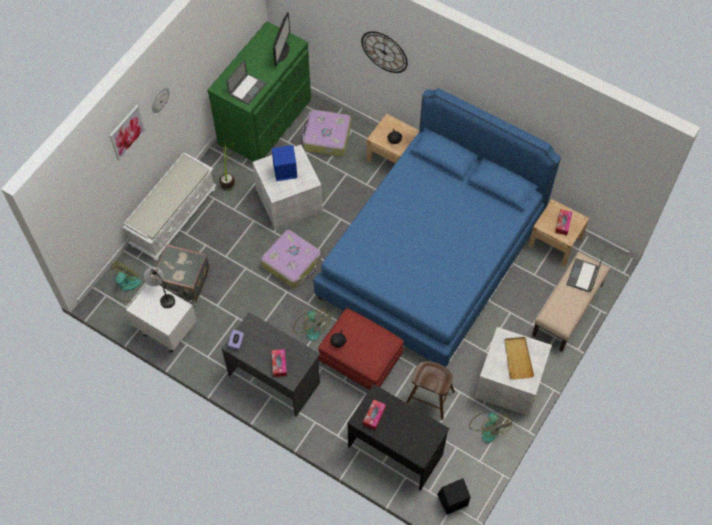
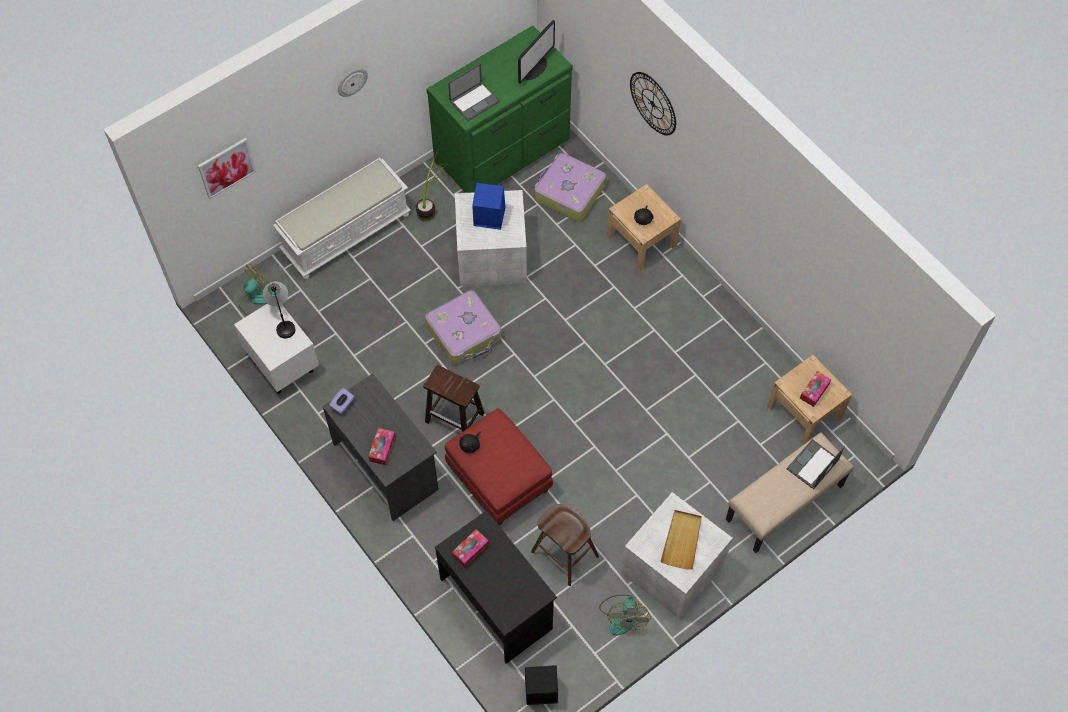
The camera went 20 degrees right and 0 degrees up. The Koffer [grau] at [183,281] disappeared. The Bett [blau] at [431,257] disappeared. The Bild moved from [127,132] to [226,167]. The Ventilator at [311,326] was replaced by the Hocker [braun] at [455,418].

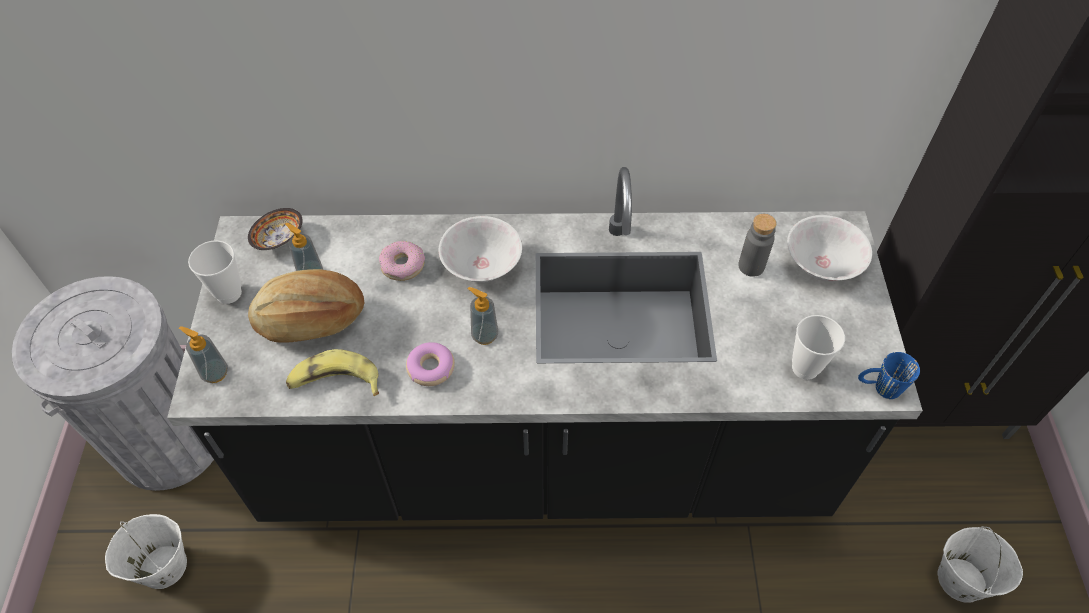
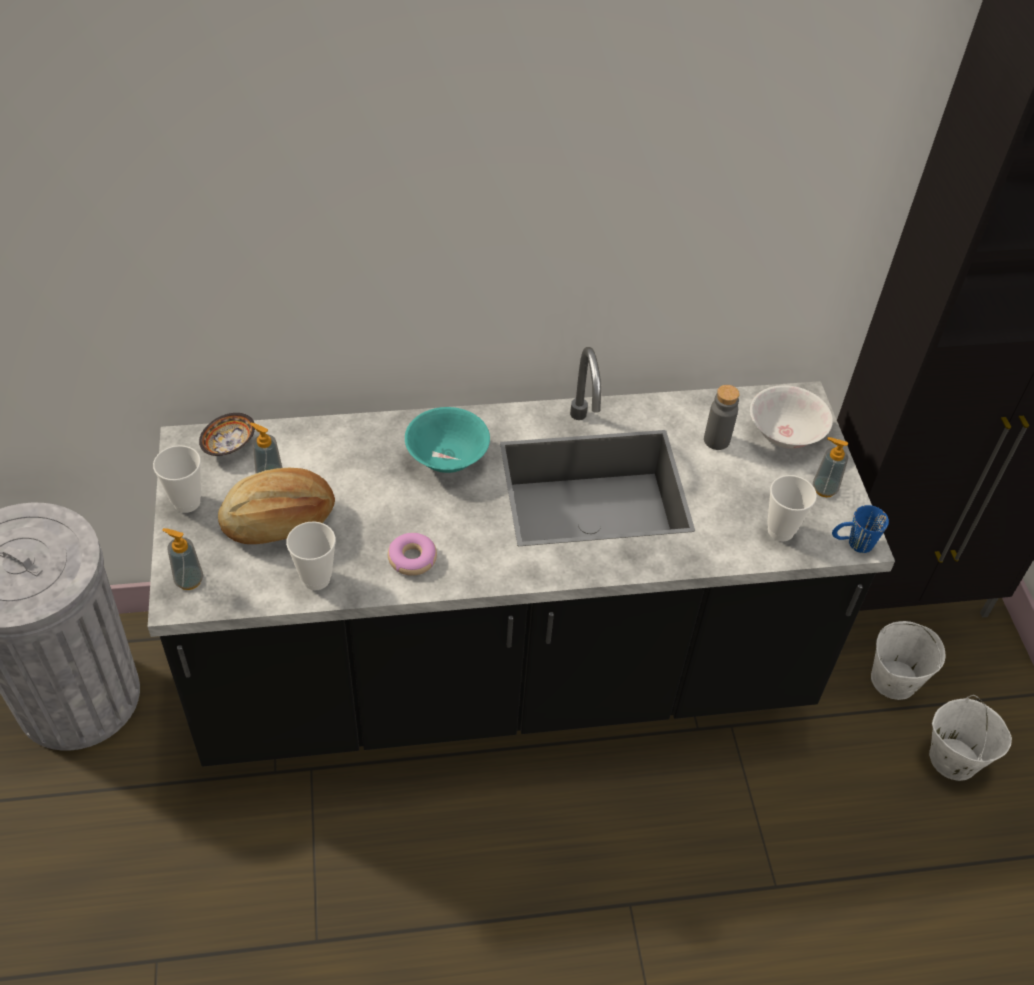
The camera went 10 degrees left and 5 degrees down. The Donut at [403,265] disappeared. The Eimer [weiß] moved from [163,567] to [893,680]. The Seifenspender moved from [484,335] to [824,489]. The Banane at [335,382] was replaced by the Tasse at [316,579]. The Schüssel [weiß] at [482,266] became the Schüssel [türkis] at [447,458].

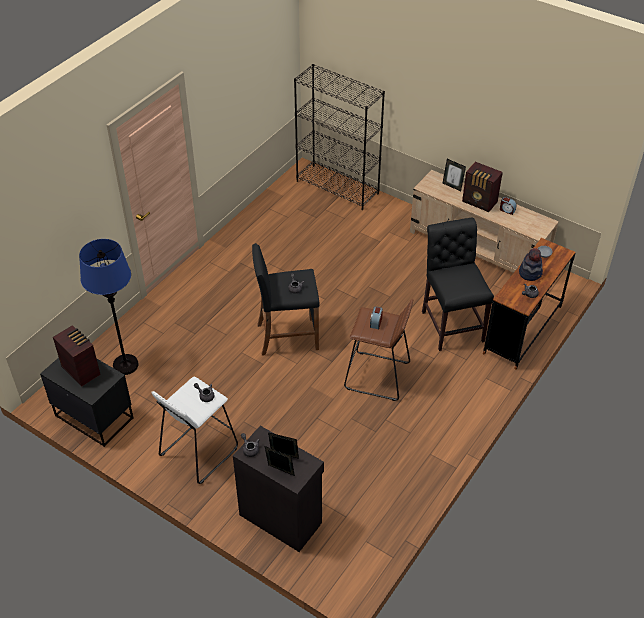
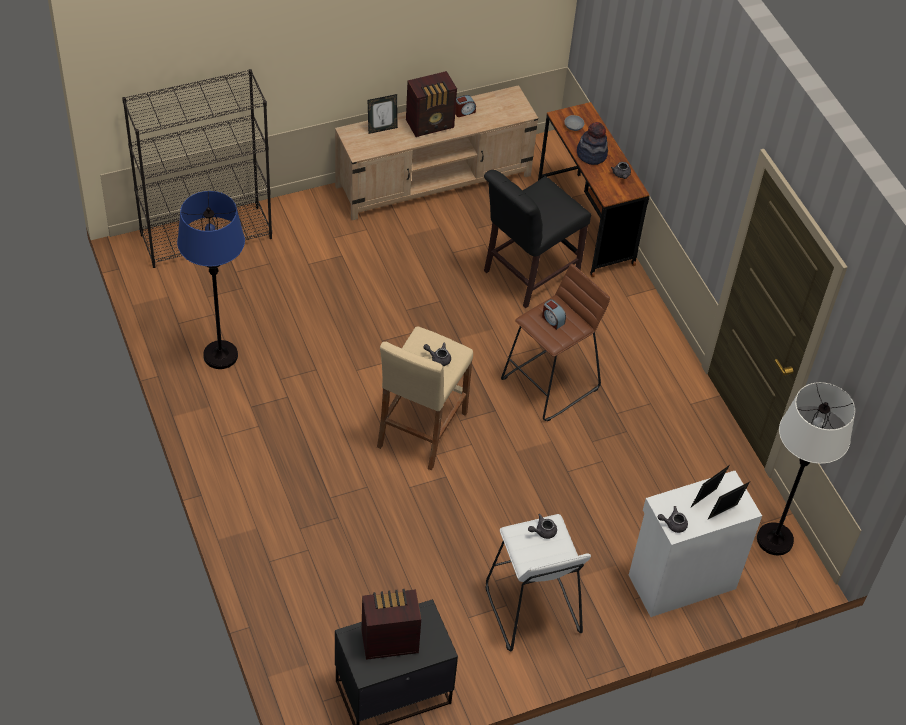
The camera went 60 degrees left and 5 degrees up. The Stehlampe [weiß] at [775,540] appeared. The Stehlampe [blau] moved from [125,365] to [221,356]. The Schrank [schwarz] at [281,517] became the Schrank [weiß] at [680,580]. The Hocker [schwarz] at [287,336] became the Hocker [beige] at [421,429]. The Stuhl [schwarz] at [451,323] turned 60 degrees counterclockwise.

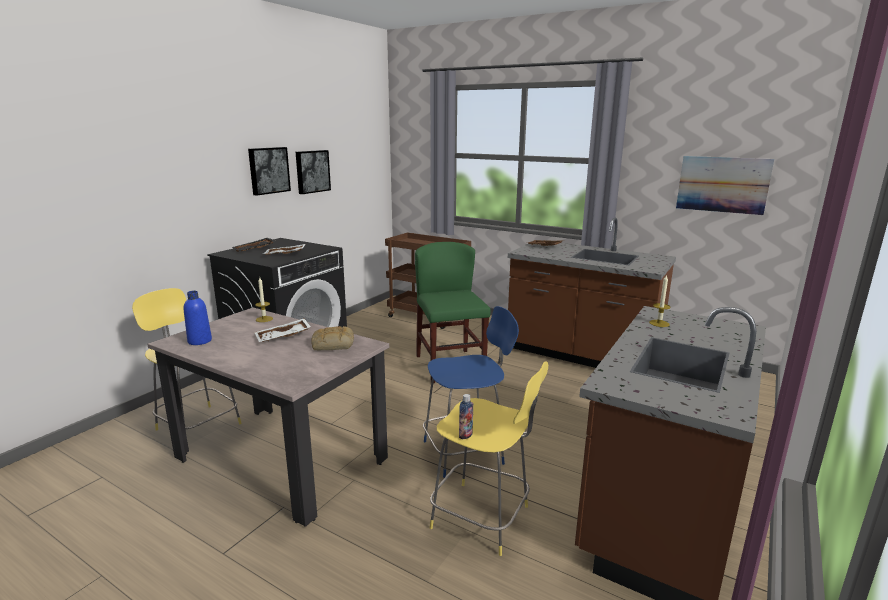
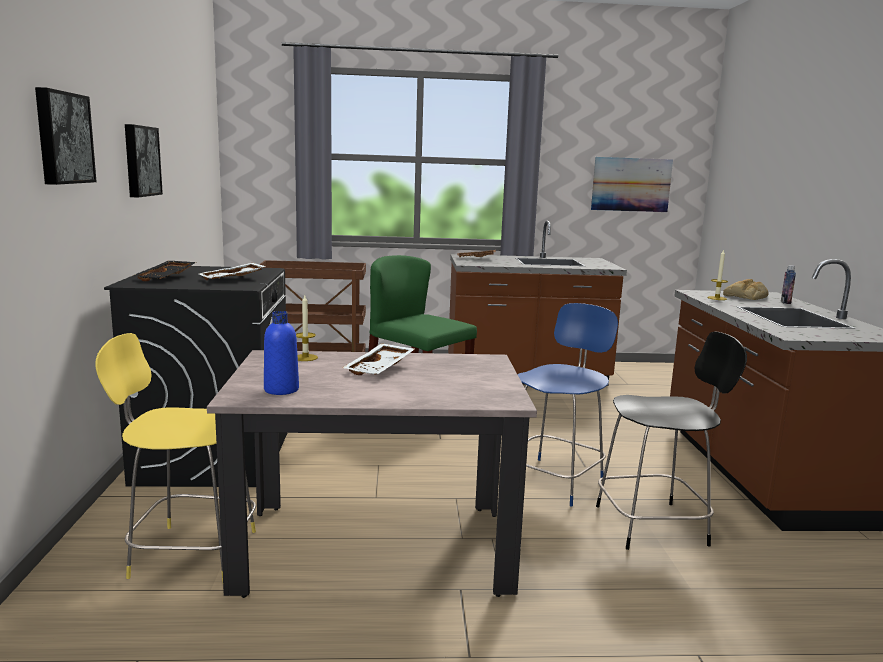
The camera went 35 degrees left and 5 degrees down. The Bild moved from [312,171] to [62,138]. The Brot moved from [332,344] to [745,297]. The Flasche moved from [465,435] to [785,302]. The Hocker [gelb] at [483,518] became the Hocker [schwarz] at [654,525].

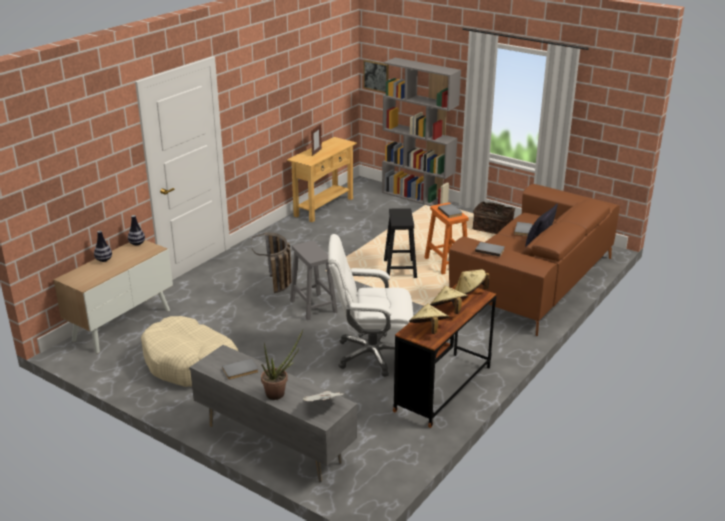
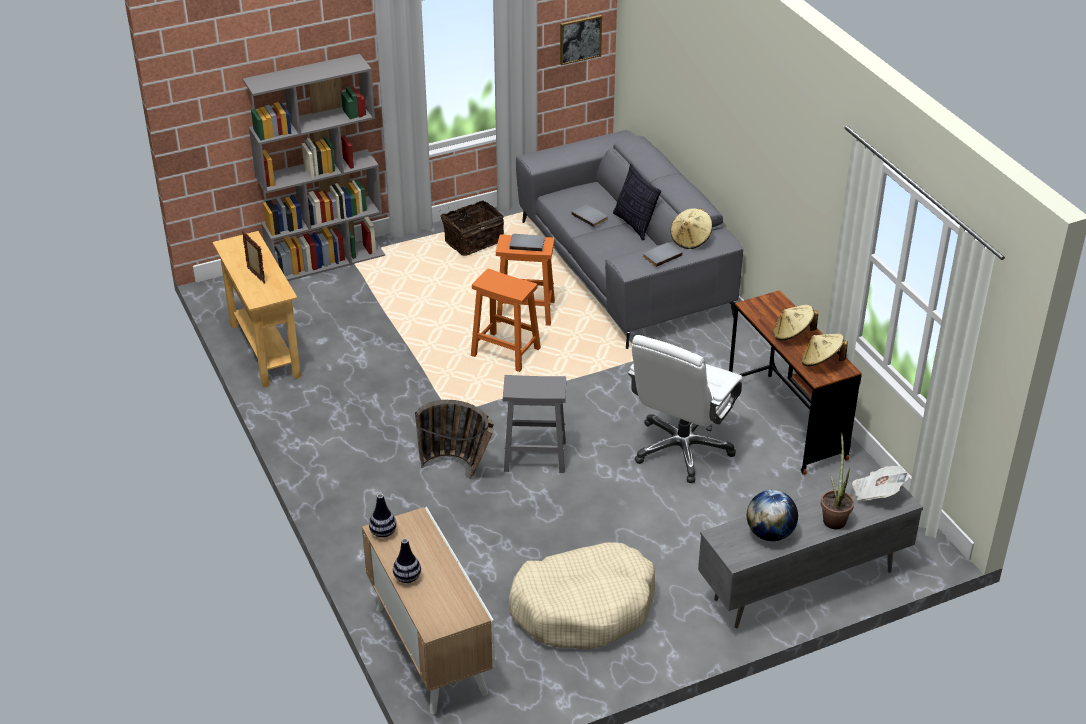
The camera went 60 degrees left and 10 degrees up. The Bild moved from [376,76] to [580,39]. The Hut [beige] moved from [469,293] to [690,239]. The Buch [grau] at [240,371] was replaced by the Globus at [770,534]. The Hocker [schwarz] at [400,269] became the Hocker [orange] at [507,352]. The Sofa [braun] at [533,281] became the Sofa [grau] at [623,268].

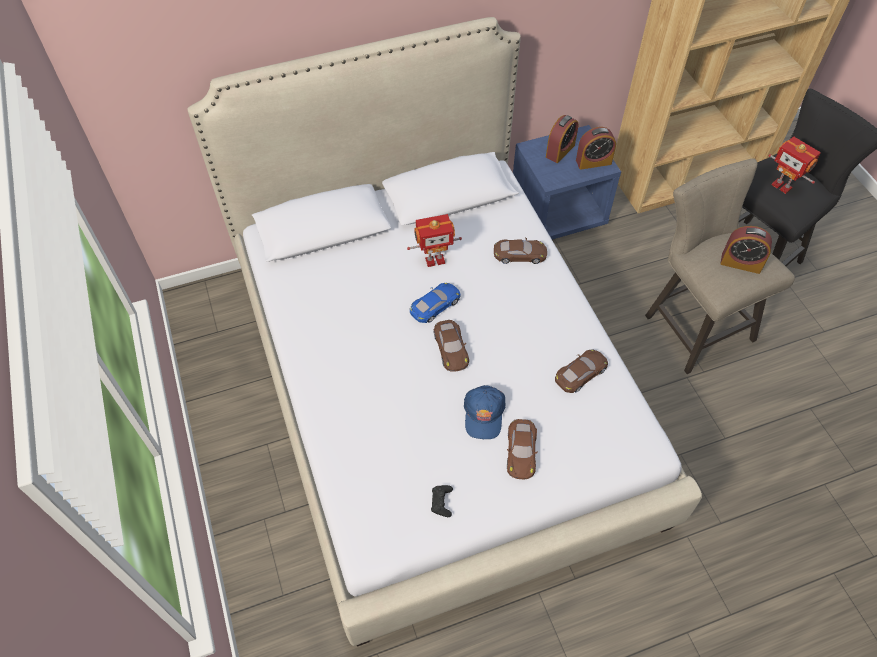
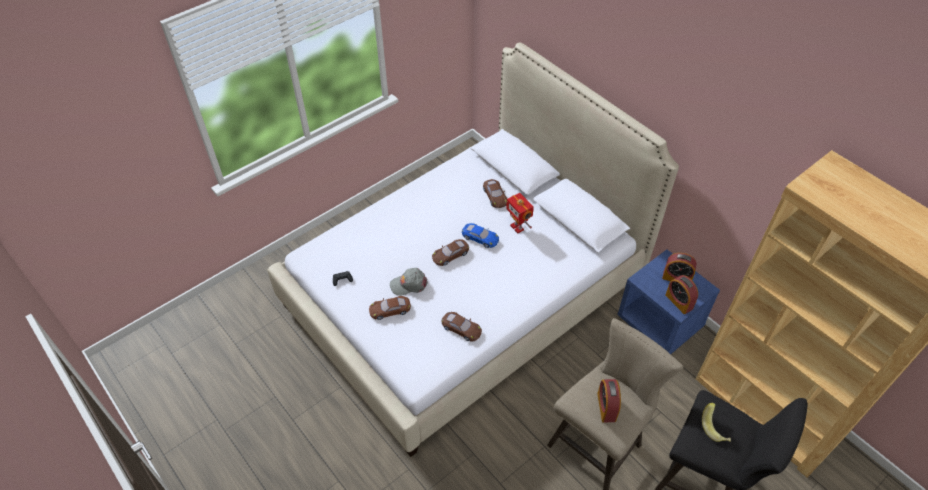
The camera went 70 degrees right and 5 degrees down. The Spielzeugauto [braun] moved from [519,254] to [495,196]. The Spielzeugroboter at [782,186] was replaced by the Banane at [715,428]. The Kappe [blau] at [484,414] became the Kappe [grau] at [409,284].

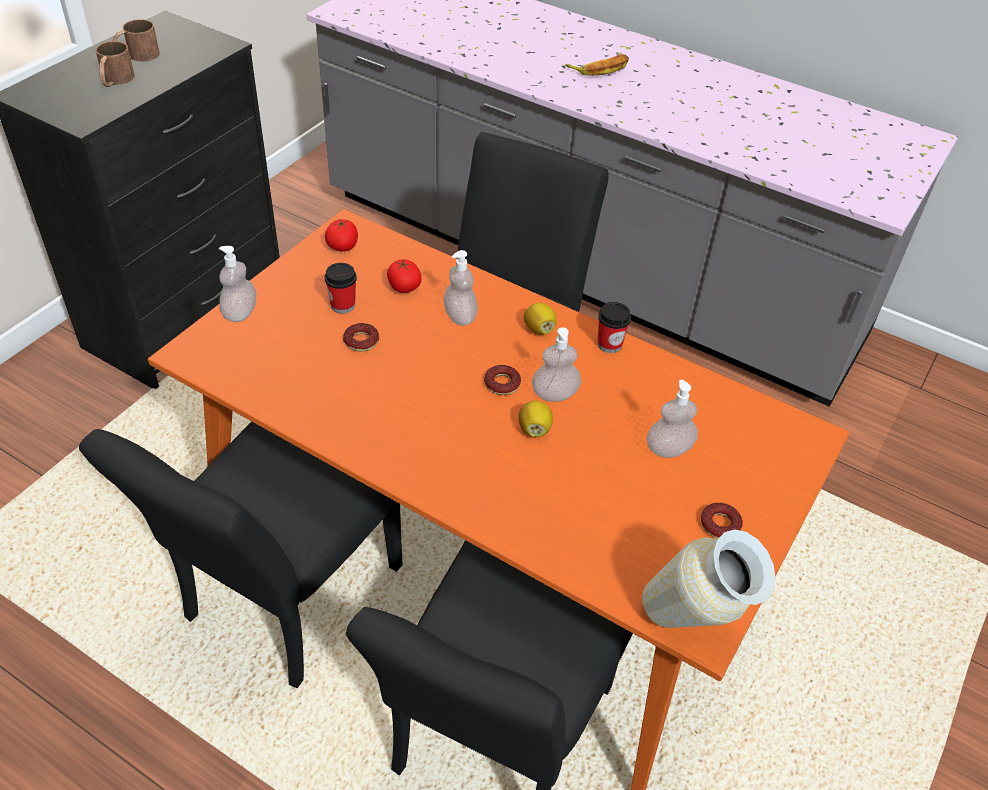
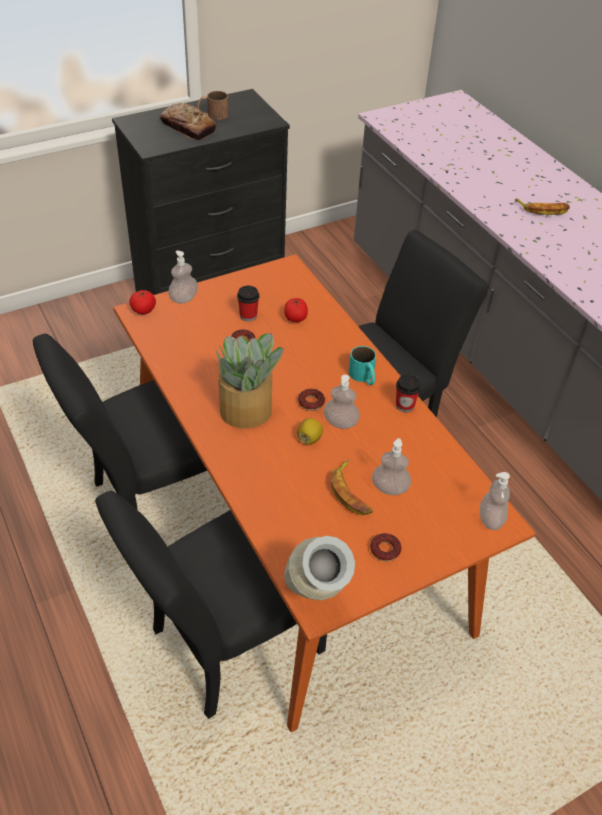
The camera went 30 degrees right and 0 degrees up. The Topfpflanze at [247,411] appeared. The Banane at [351,492] appeared. The Tomate moved from [342,246] to [143,310]. The Seifenspender moved from [460,316] to [490,519]. The Henkelbecher [braun] at [115,81] was replaced by the Brot at [188,127]. The Zitrone at [539,329] was replaced by the Henkelbecher [türkis] at [364,377].

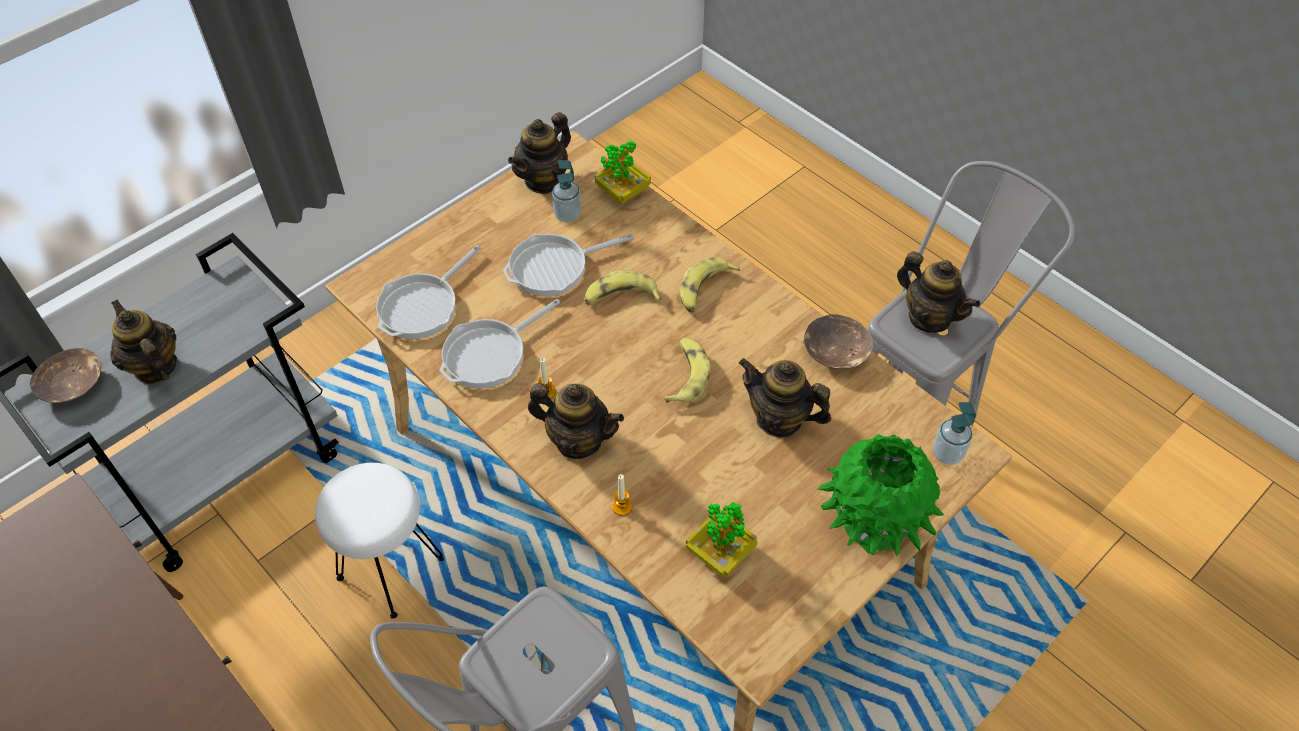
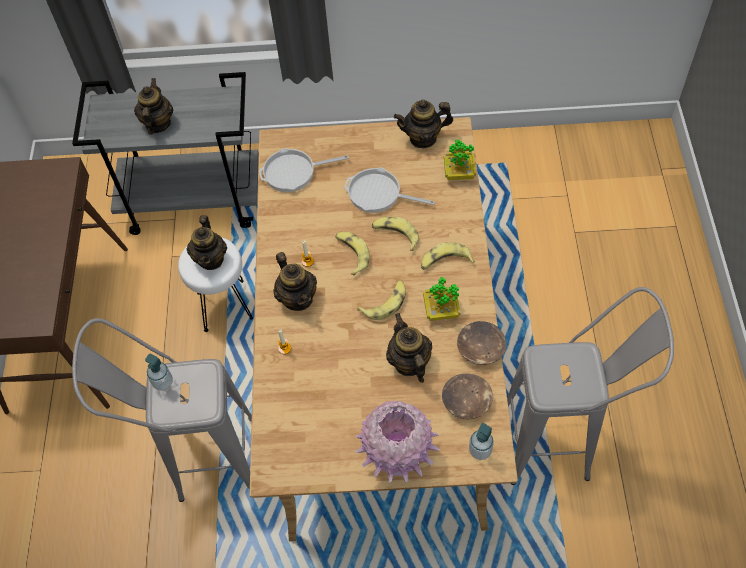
The camera went 45 degrees right and 5 degrees up. The Pfanne at [490,354] disappeared. The Banane at [352,254] appeared. The Schüssel [braun] moved from [73,385] to [467,401]. The Seifenspender moved from [567,215] to [163,382]. The Topfpflanze moved from [720,553] to [441,310]. The Teekanne moved from [929,317] to [211,259]. The Vase [grün] at [873,525] became the Vase [rosa] at [397,455].

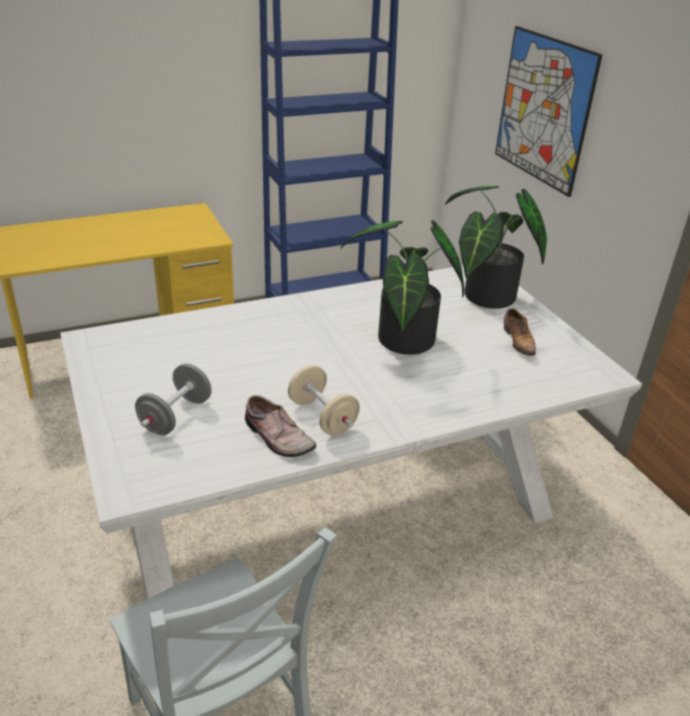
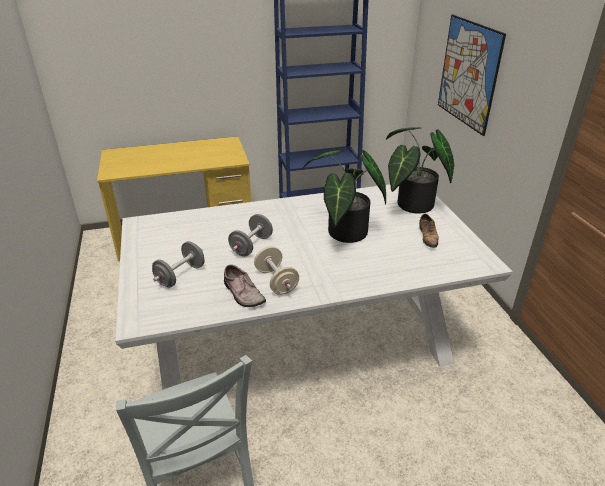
The camera went 10 degrees right and 0 degrees up. The Hantel [grau] at [251,246] appeared.

